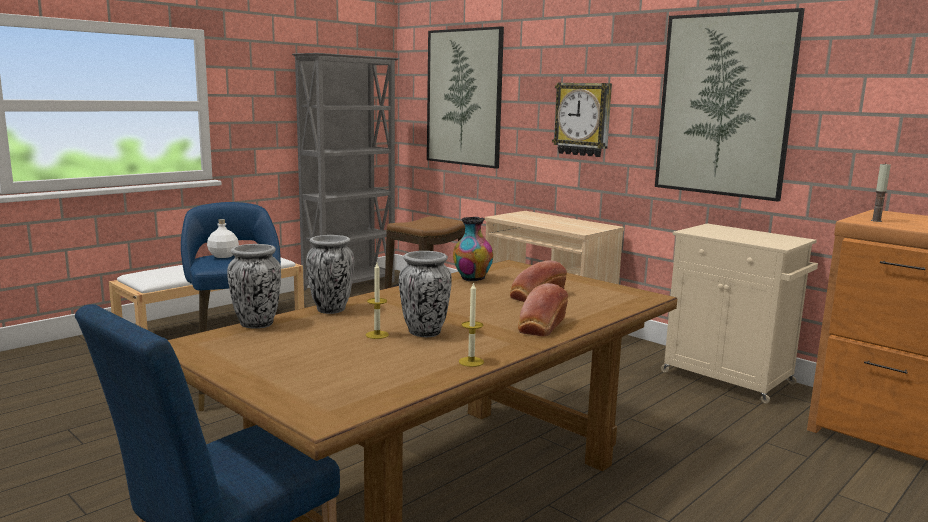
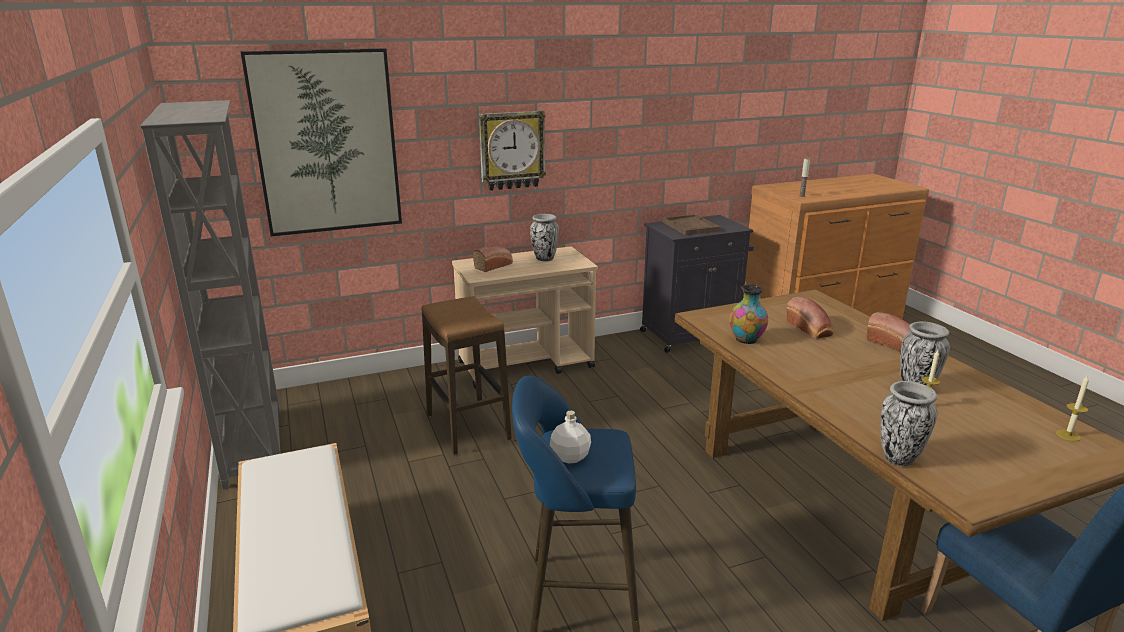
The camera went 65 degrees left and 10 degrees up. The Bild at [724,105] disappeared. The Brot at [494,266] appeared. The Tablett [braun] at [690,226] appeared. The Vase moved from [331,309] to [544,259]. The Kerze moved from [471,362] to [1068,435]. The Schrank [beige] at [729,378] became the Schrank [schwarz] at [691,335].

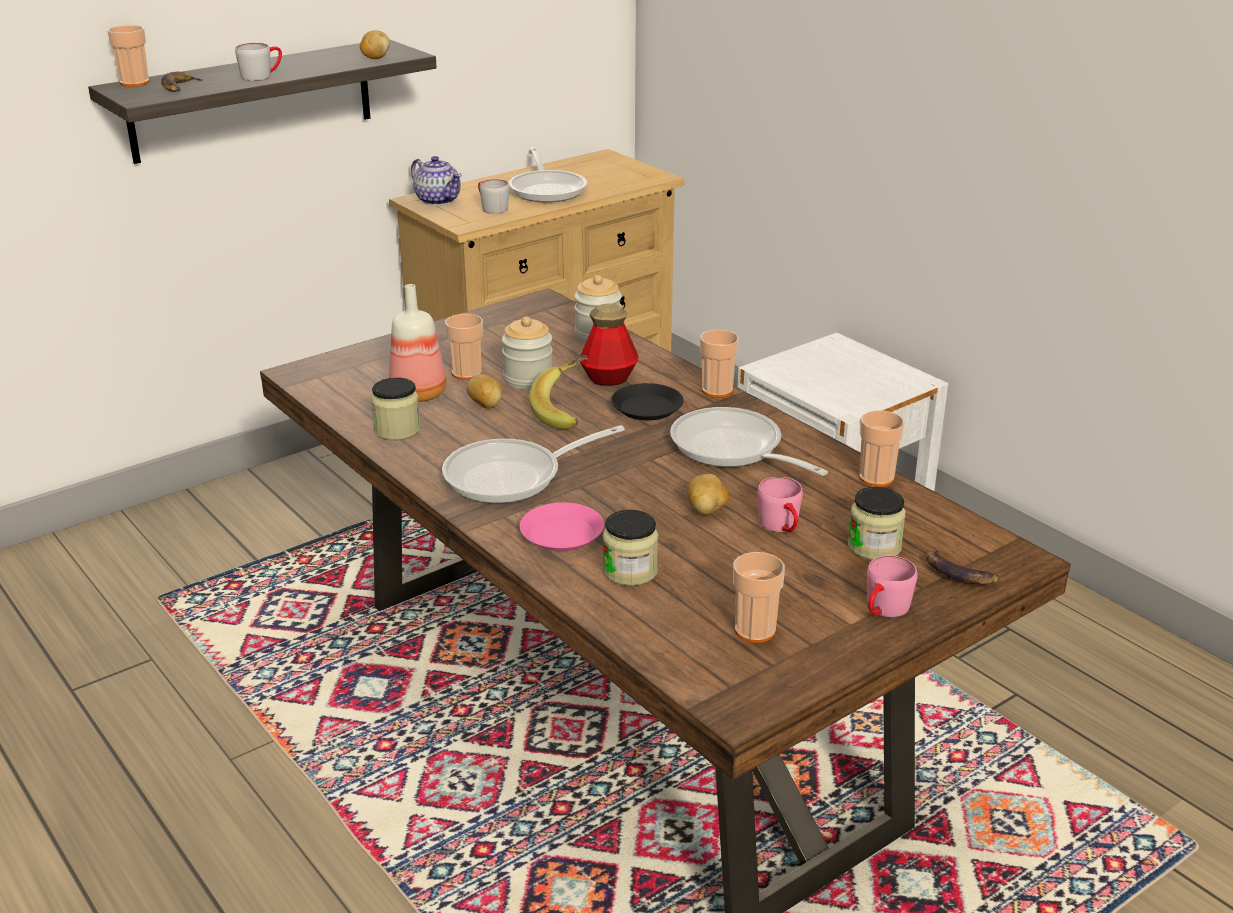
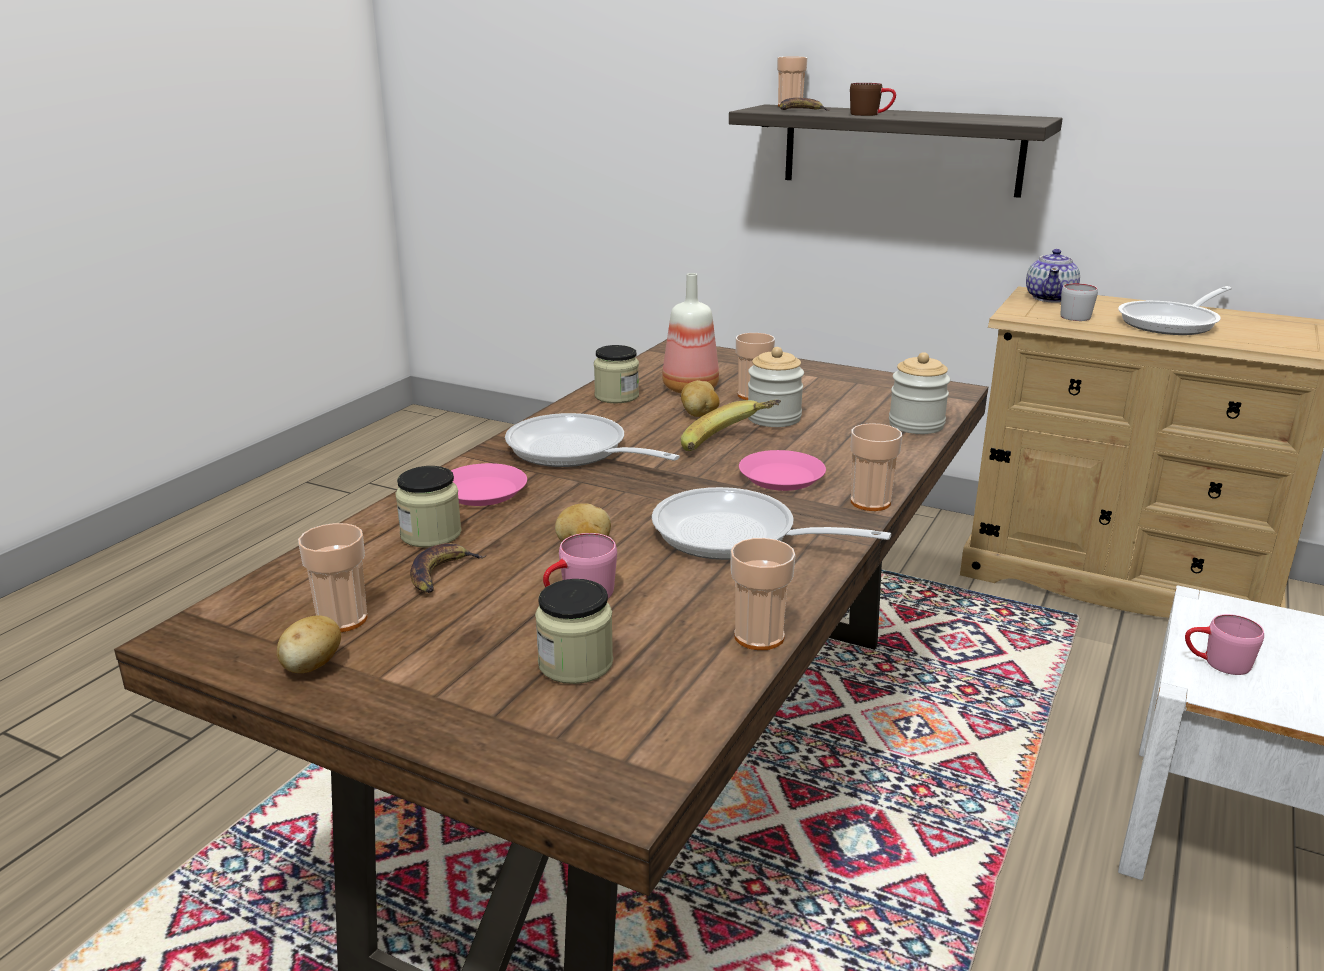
The camera went 65 degrees right and 5 degrees down. The Flasche at [608,378] disappeared. The Kartoffel moved from [375,58] to [312,667]. The Henkelbecher [rosa] moved from [884,610] to [1216,663]. The Banane moved from [958,573] to [441,574]. The Henkelbecher [grau] at [262,76] became the Henkelbecher [braun] at [871,114]. The Teller [schwarz] at [647,408] became the Teller [rosa] at [782,477]. The Pfanne at [733,450] turned 90 degrees counterclockwise.

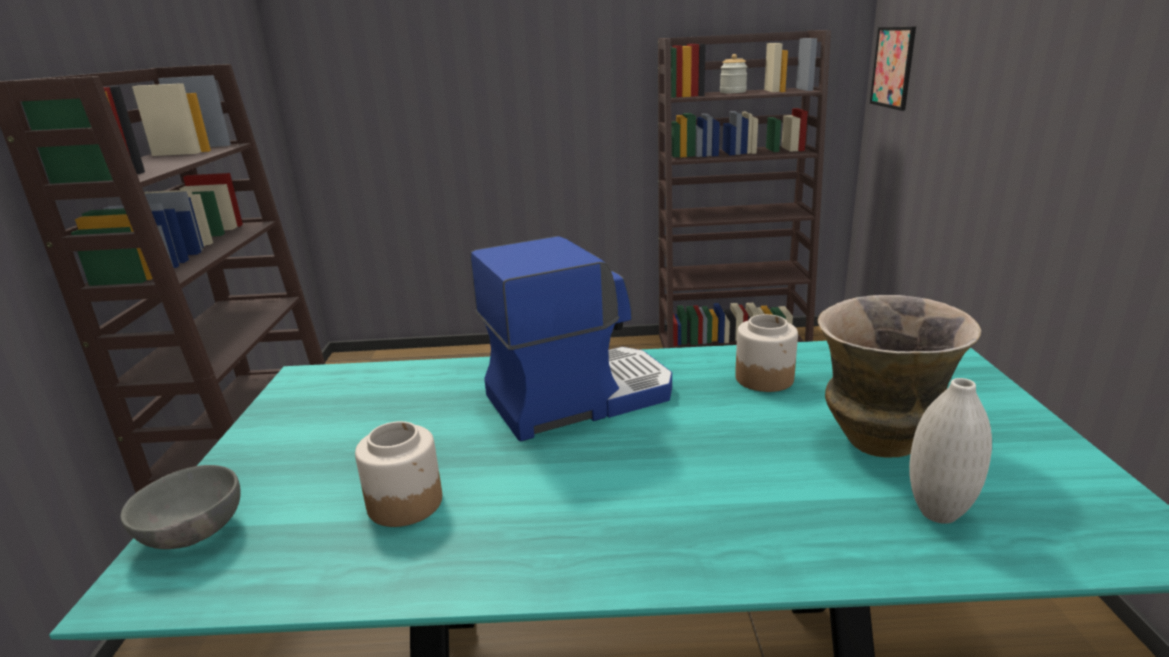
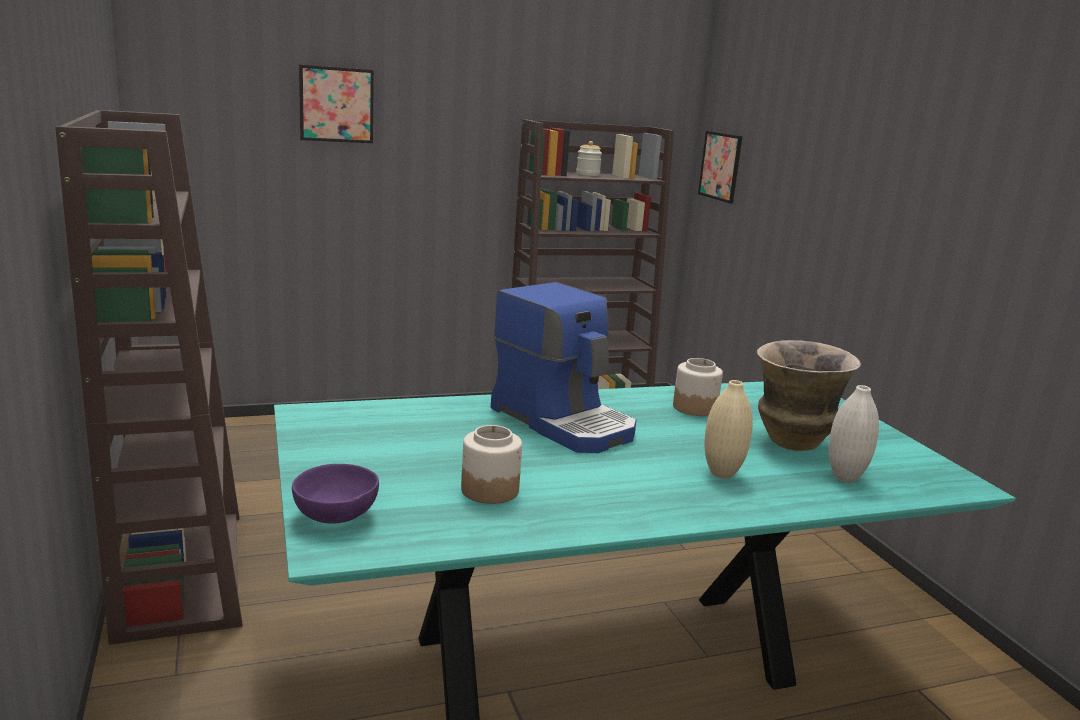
The camera went 20 degrees left and 5 degrees down. The Bild at [336,104] appeared. The Vase [beige] at [722,474] appeared. The Schüssel [grau] at [193,536] became the Schüssel [lila] at [336,518]. The Kaffeemaschine at [578,396] turned 90 degrees clockwise.

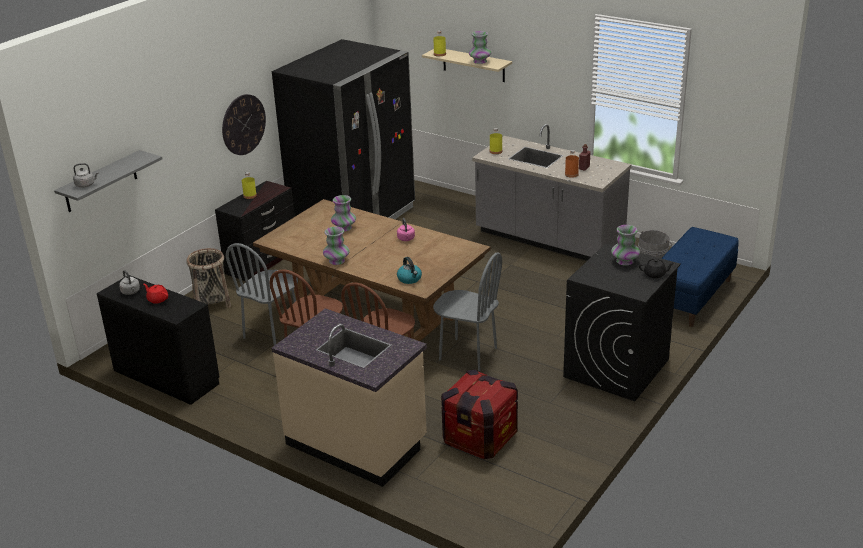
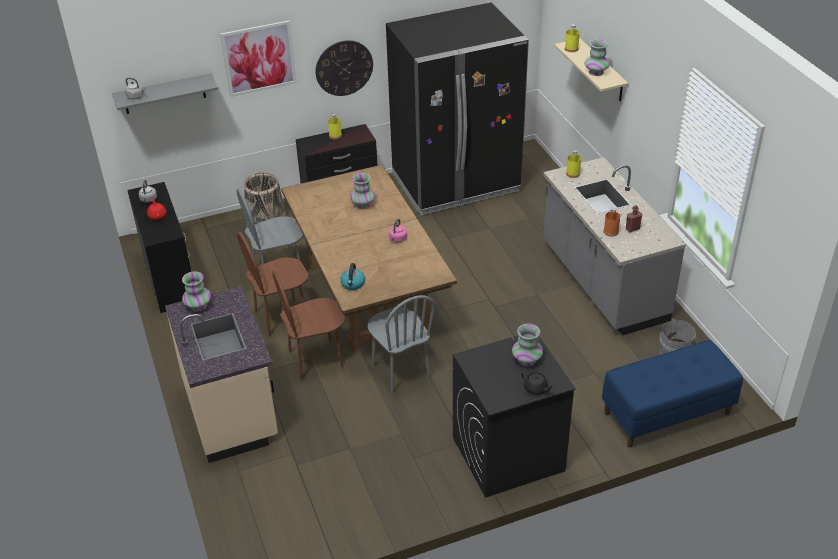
The camera went 35 degrees right and 10 degrees up. The Kiste at [480,438] disappeared. The Bild at [259,58] appeared. The Vase moved from [337,261] to [198,306].

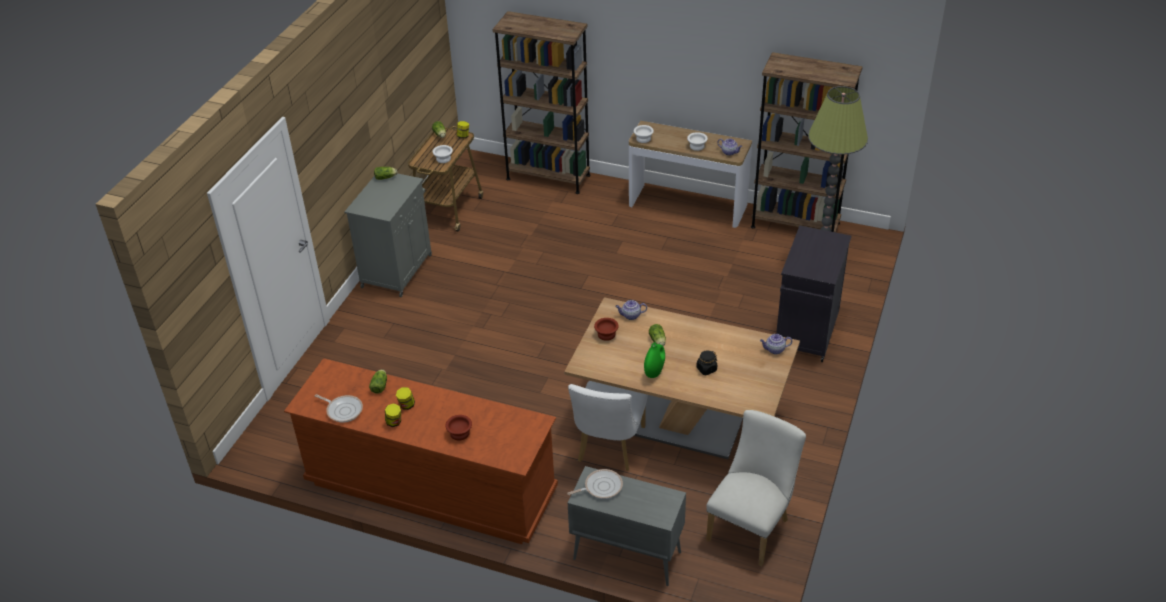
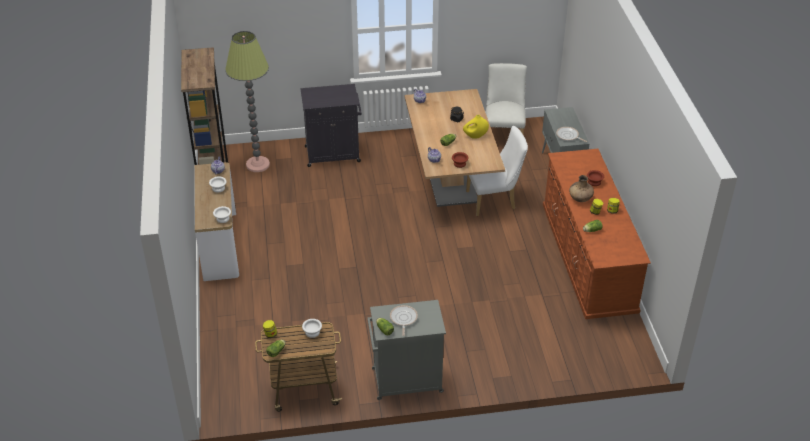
The camera went 120 degrees left and 0 degrees up. The Bücherregal [braun] at [548,177] disappeared. The Vase [braun] at [580,199] appeared. The Pfanne moved from [343,410] to [403,319]. The Vase [grün] at [654,371] became the Vase [gelb] at [475,136]. The Stuhl [weiß] at [751,526] turned 90 degrees clockwise.

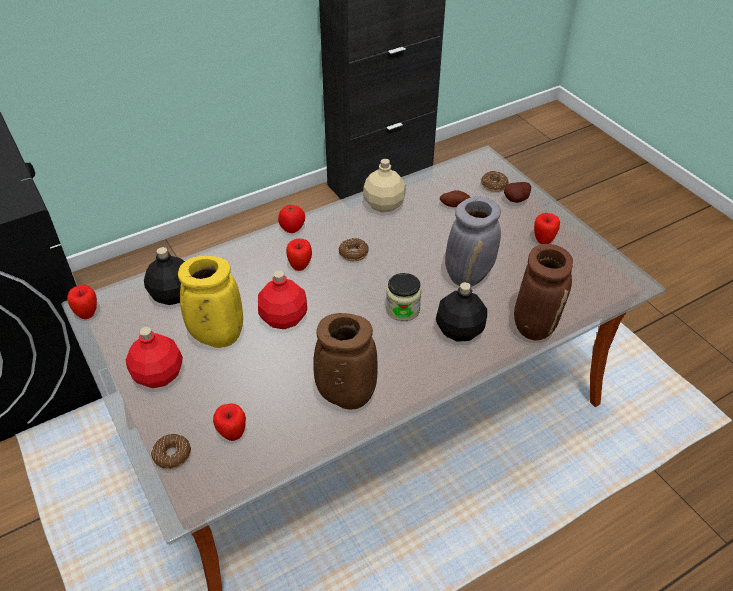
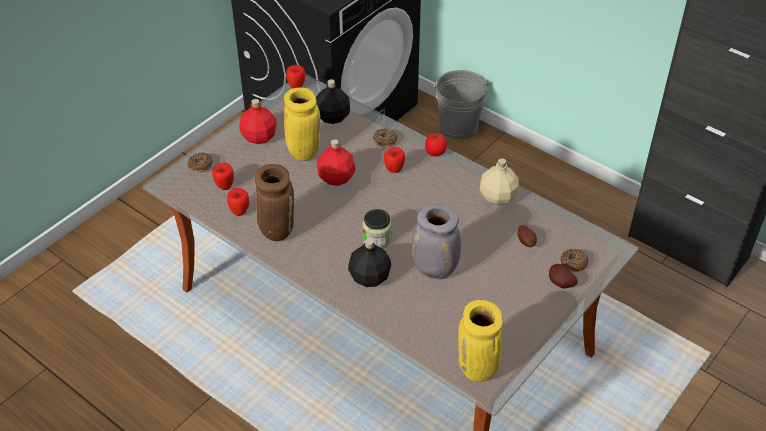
The camera went 70 degrees right and 0 degrees up. The Vase [braun] at [533,326] disappeared. The Eimer [grau] at [458,127] appeared. The Vase [gelb] at [478,370] appeared. The Donut moved from [353,253] to [385,141]. The Apfel moved from [543,240] to [239,212].

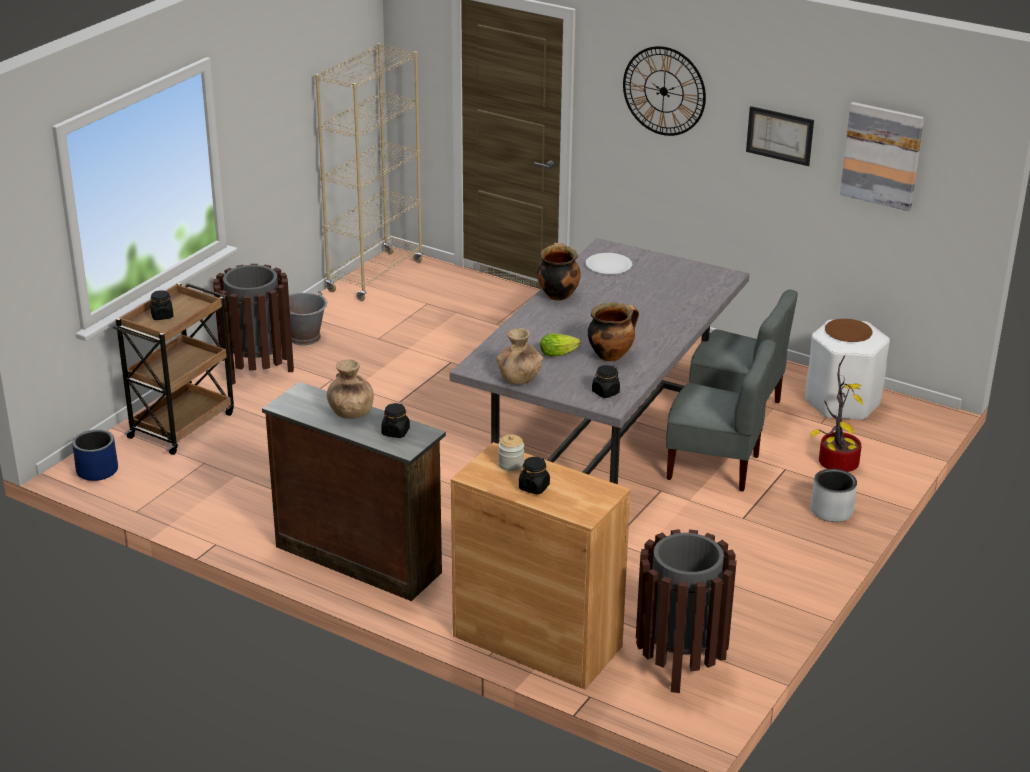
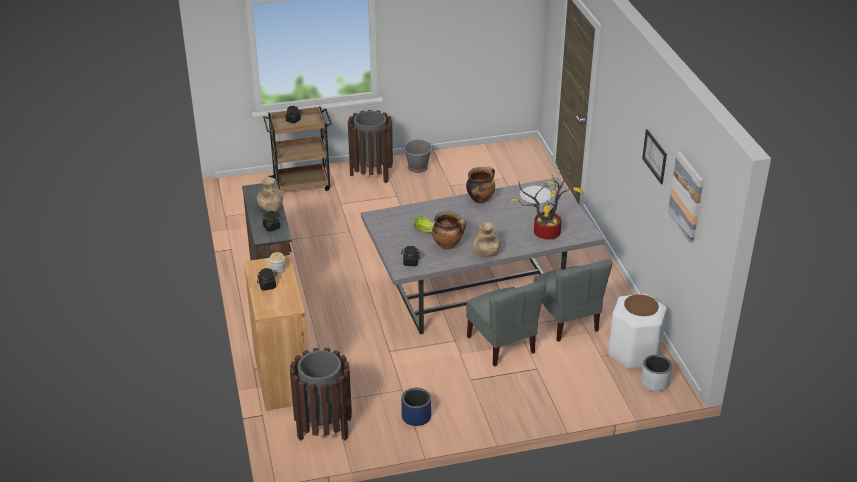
The camera went 45 degrees right and 5 degrees up. The Bücherregal [beige] at [375,276] disappeared. The Wanduhr at [664,91] disappeared. The Pflanzkübel [blau] moved from [97,471] to [416,416]. The Vase [braun] moved from [519,378] to [486,253]. The Topfpflanze moved from [836,461] to [547,231]. The Pflanzkübel [grau] moved from [832,511] to [655,383].

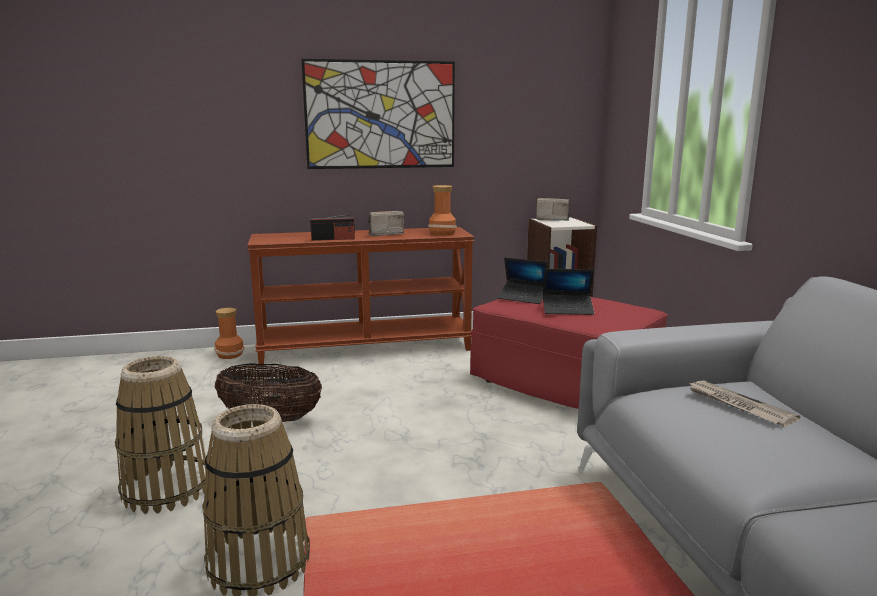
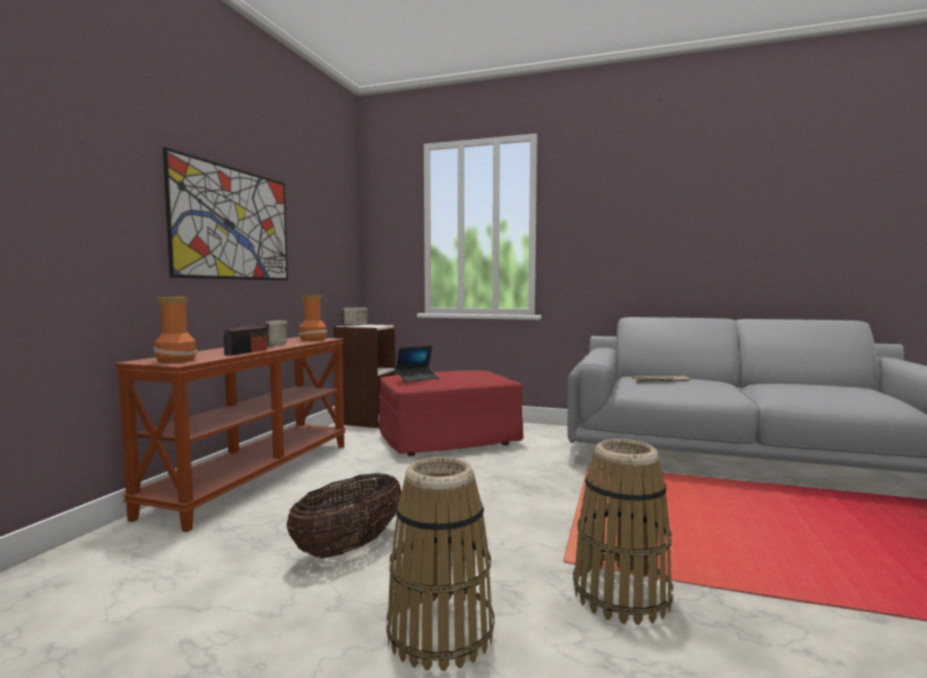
The camera went 60 degrees left and 10 degrees down. The Laptop at [567,310] disappeared. The Vase moved from [229,354] to [175,360].

